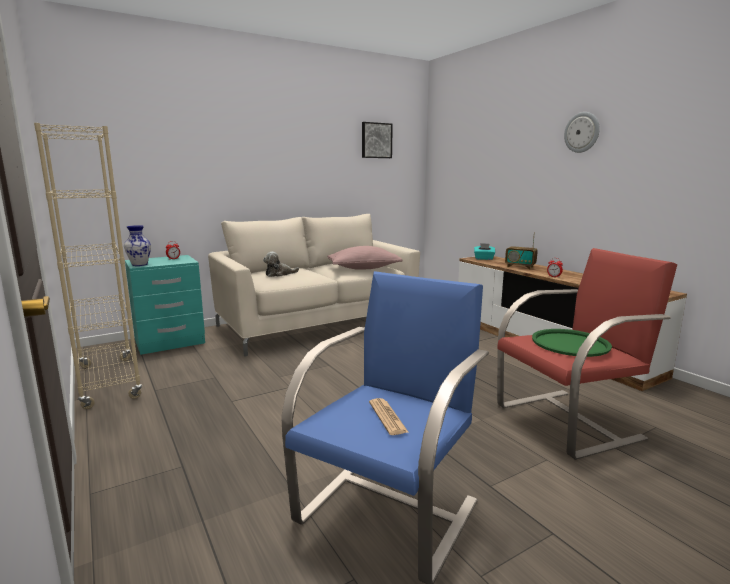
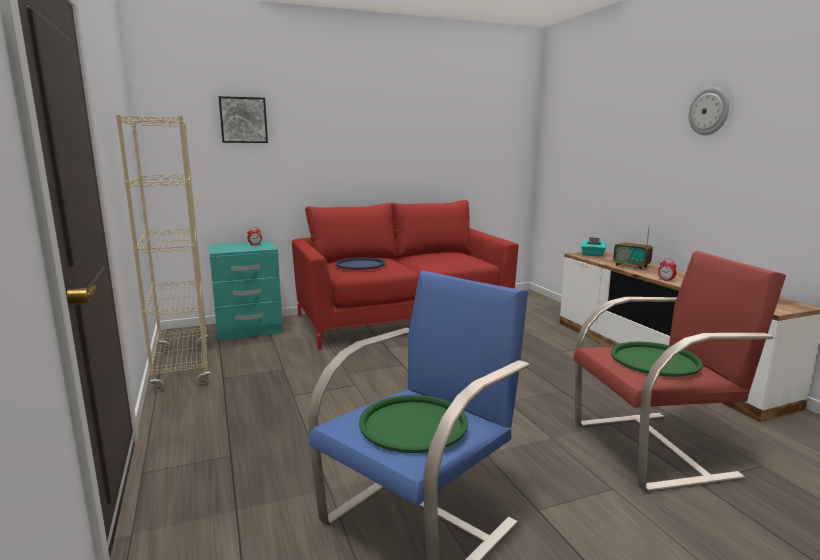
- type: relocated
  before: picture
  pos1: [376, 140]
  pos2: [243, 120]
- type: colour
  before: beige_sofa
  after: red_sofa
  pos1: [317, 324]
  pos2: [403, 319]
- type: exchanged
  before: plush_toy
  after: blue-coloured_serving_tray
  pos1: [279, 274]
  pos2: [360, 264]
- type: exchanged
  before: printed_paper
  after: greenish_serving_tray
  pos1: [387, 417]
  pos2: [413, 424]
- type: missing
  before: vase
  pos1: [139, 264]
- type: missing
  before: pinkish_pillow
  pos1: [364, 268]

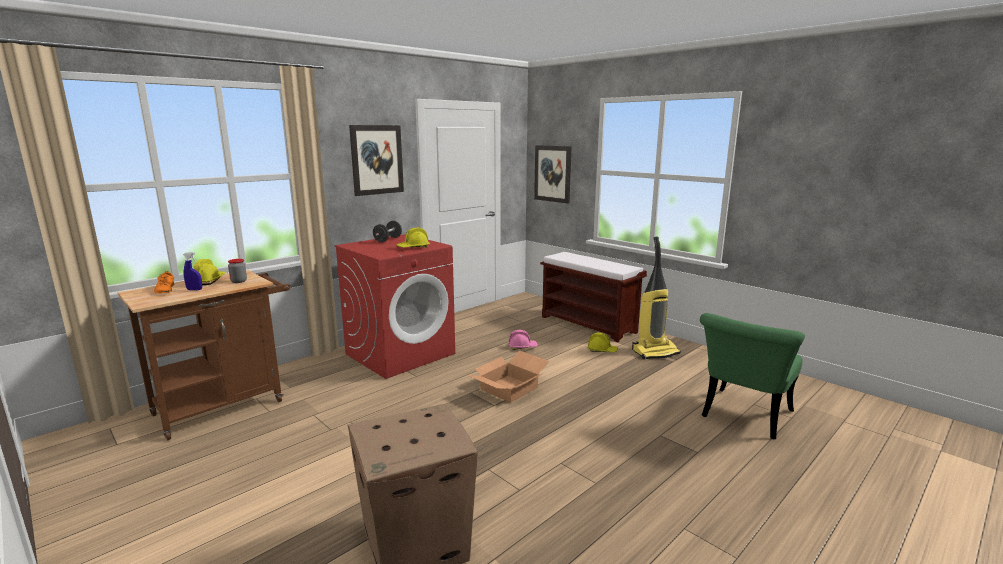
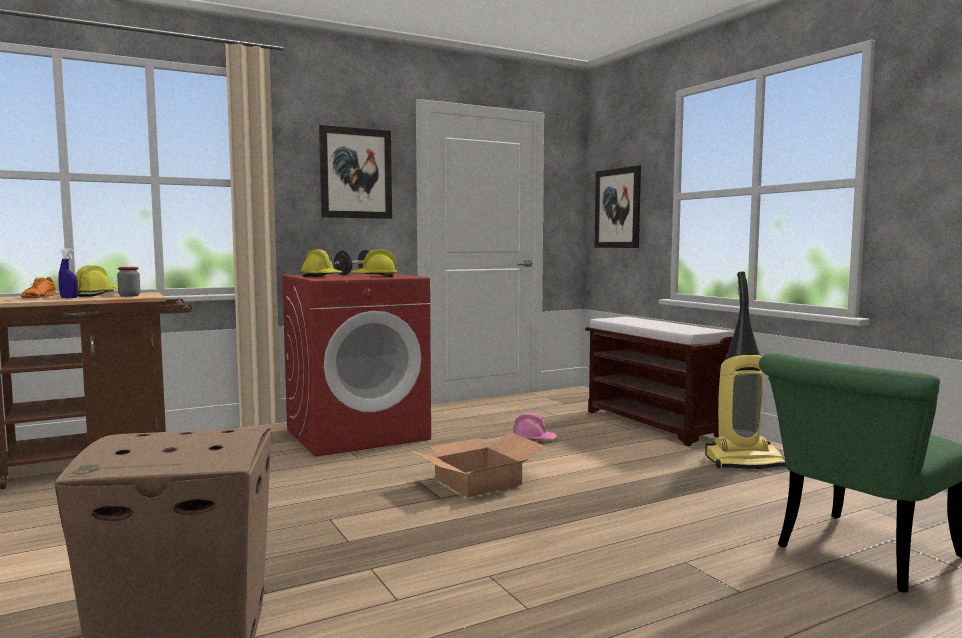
- type: relocated
  before: yellow_safety_helmet
  pos1: [602, 350]
  pos2: [321, 277]

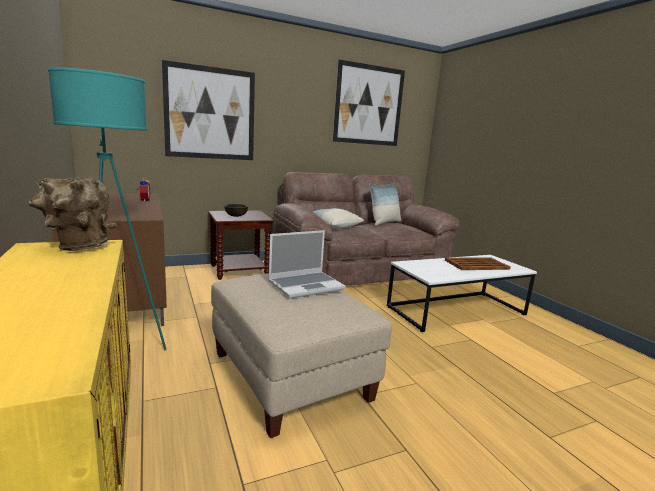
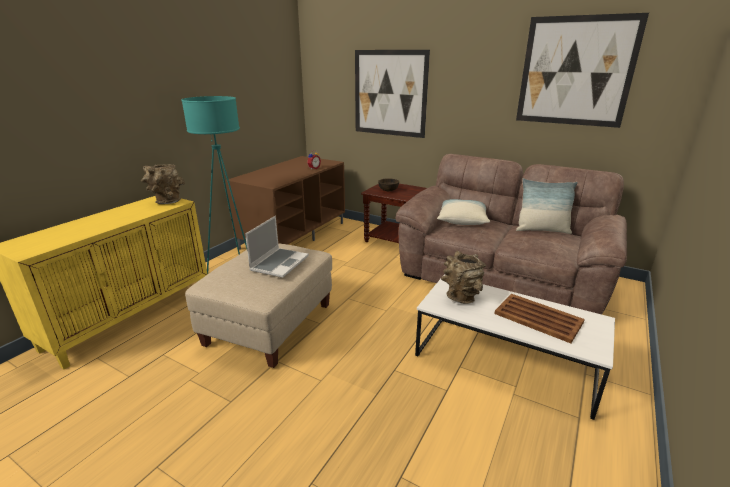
- type: spun
  before: laptop
  pos1: [306, 285]
  pos2: [279, 263]
  turn: -90
- type: appeared
  after: brown_vase
  pos2: [461, 297]

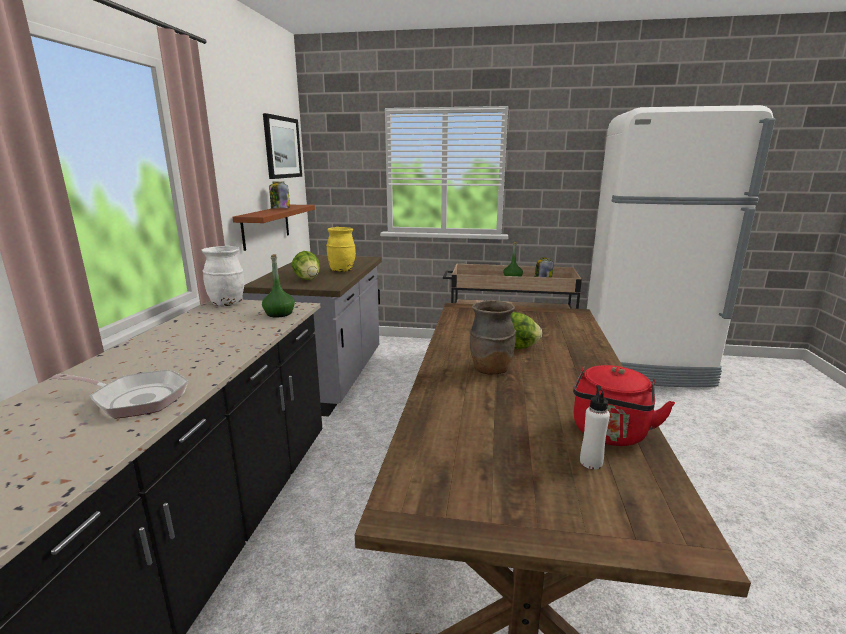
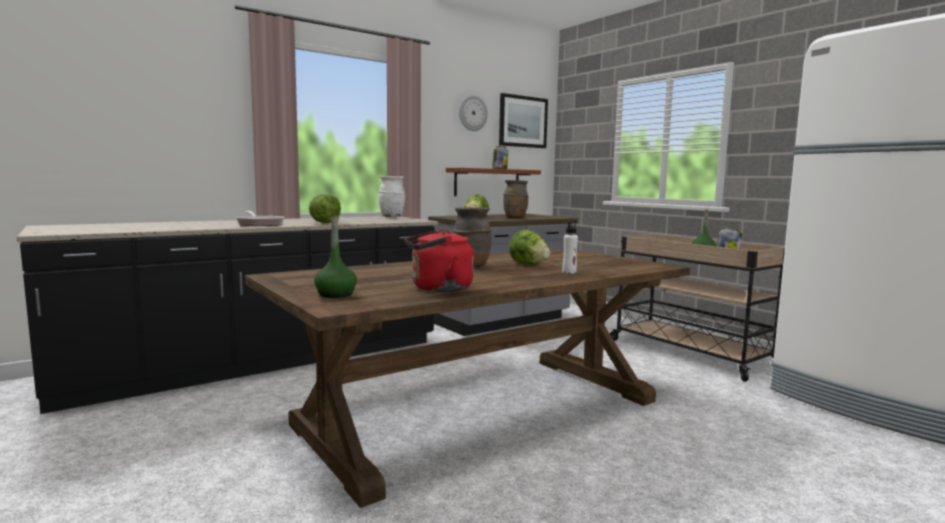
- type: appeared
  after: lettuce
  pos2: [325, 223]
- type: relocated
  before: greenish_beverage_bottle
  pos1: [279, 314]
  pos2: [335, 294]
- type: appeared
  after: clock_on_the_wall
  pos2: [472, 113]
- type: colour
  before: yellow_vase
  after: brown_vase
  pos1: [342, 270]
  pos2: [515, 218]
- type: relocated
  before: white_beverage_bottle
  pos1: [591, 462]
  pos2: [569, 272]

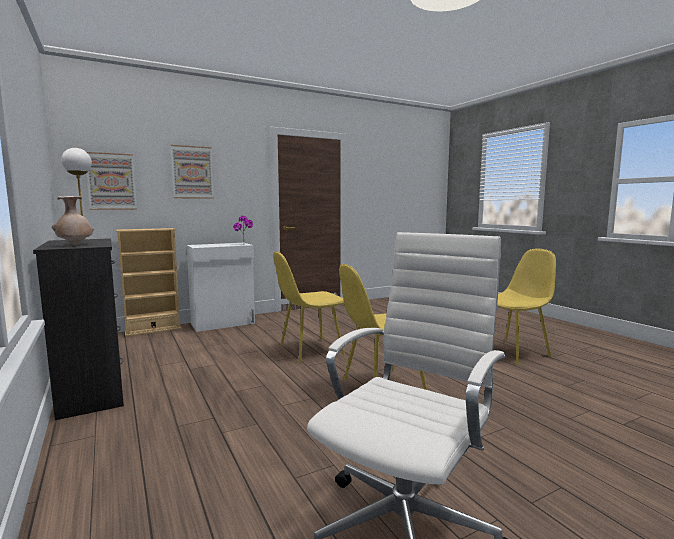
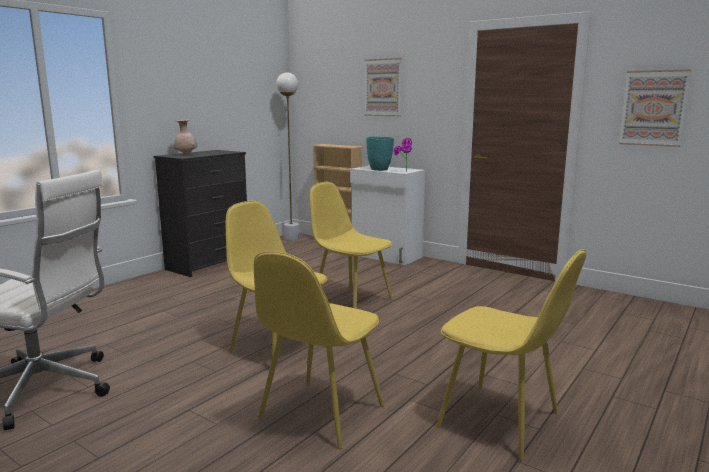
- type: appeared
  after: yellow_chair
  pos2: [319, 414]
- type: appeared
  after: turquoise-coloured_vase
  pos2: [379, 169]
- type: relocated
  before: picture
  pos1: [111, 181]
  pos2: [653, 108]

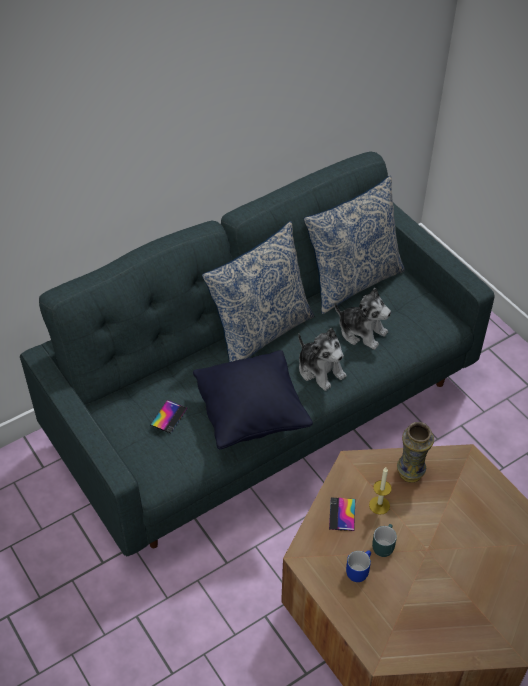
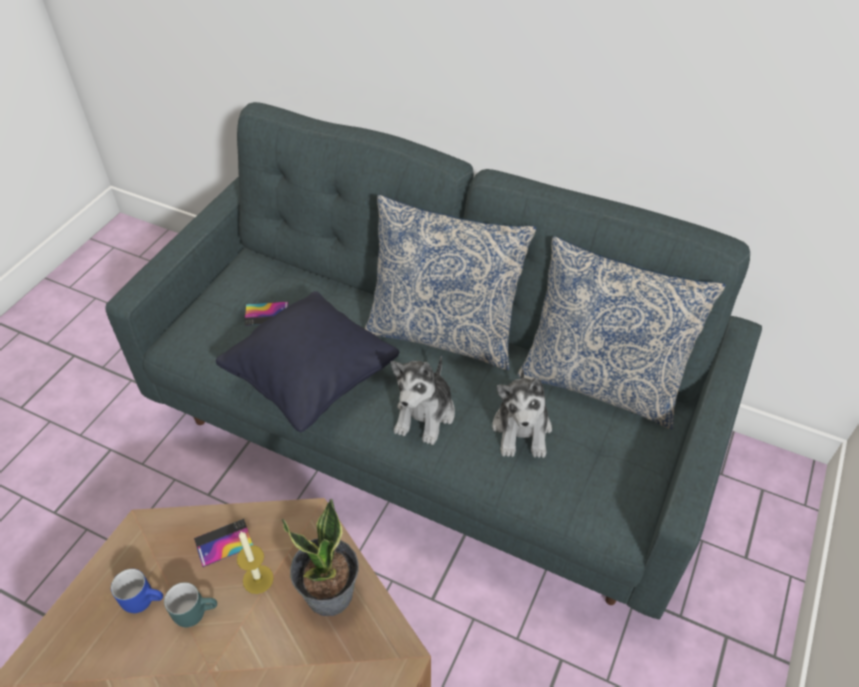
- type: exchanged
  before: vase
  after: houseplant
  pos1: [410, 473]
  pos2: [330, 594]

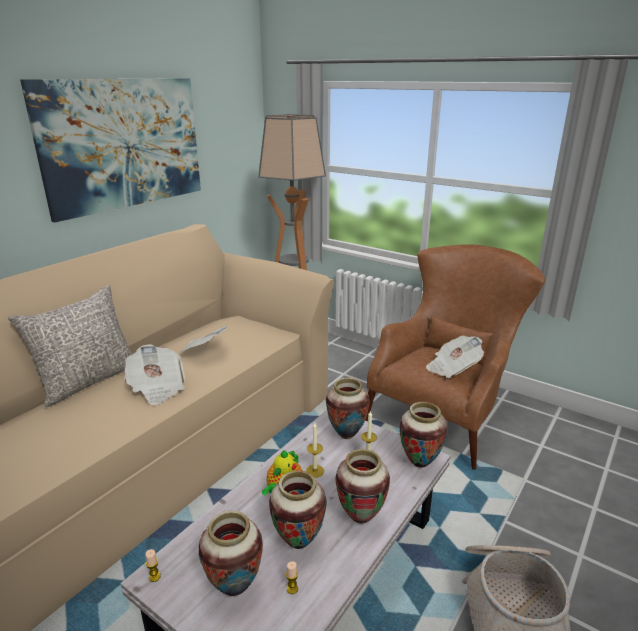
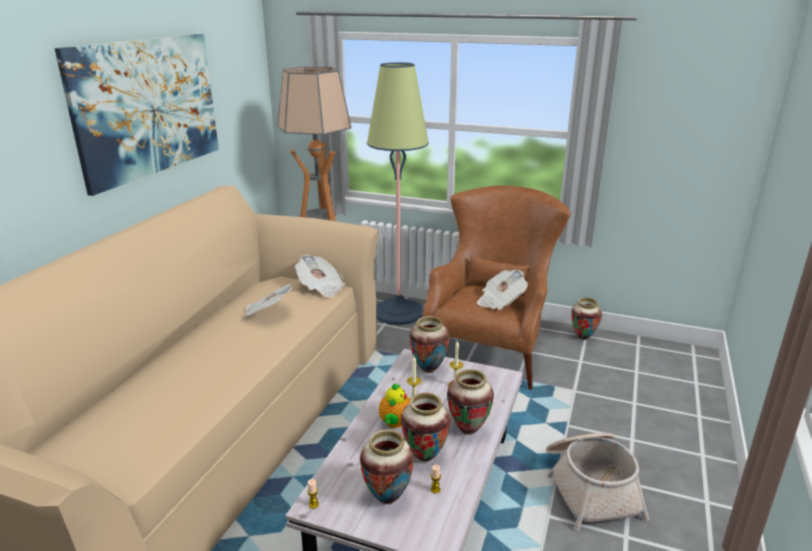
- type: relocated
  before: printed_paper
  pos1: [157, 388]
  pos2: [321, 288]
- type: appeared
  after: standing_lamp
  pos2: [398, 312]
- type: relocated
  before: vase
  pos1: [419, 463]
  pos2: [583, 337]
- type: missing
  before: grey_pillow
  pos1: [88, 380]

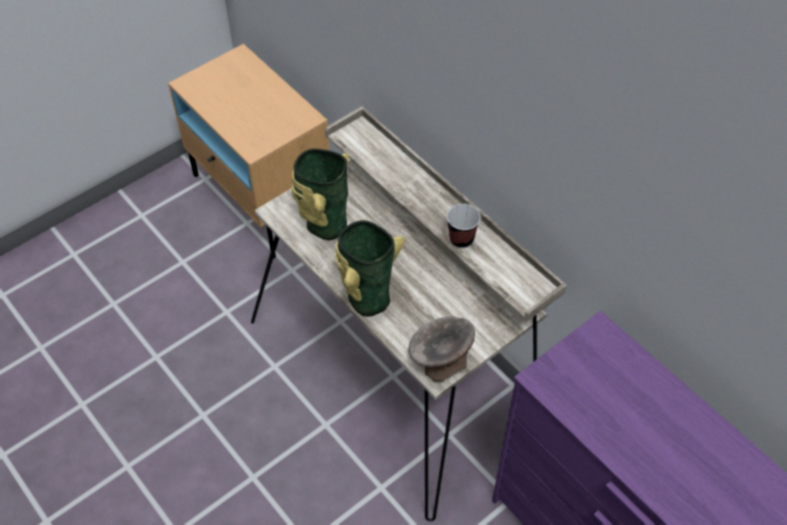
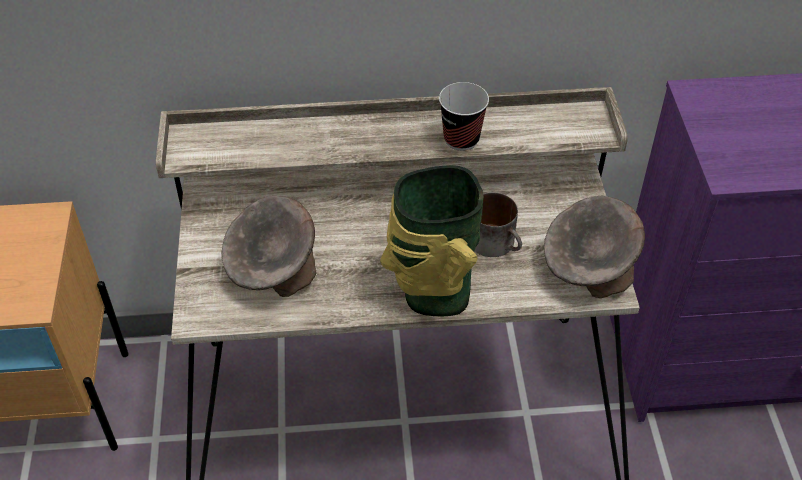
- type: exchanged
  before: vase
  after: grey_deep_dish
  pos1: [324, 224]
  pos2: [274, 275]
- type: appeared
  after: coffee_mug
  pos2: [497, 243]

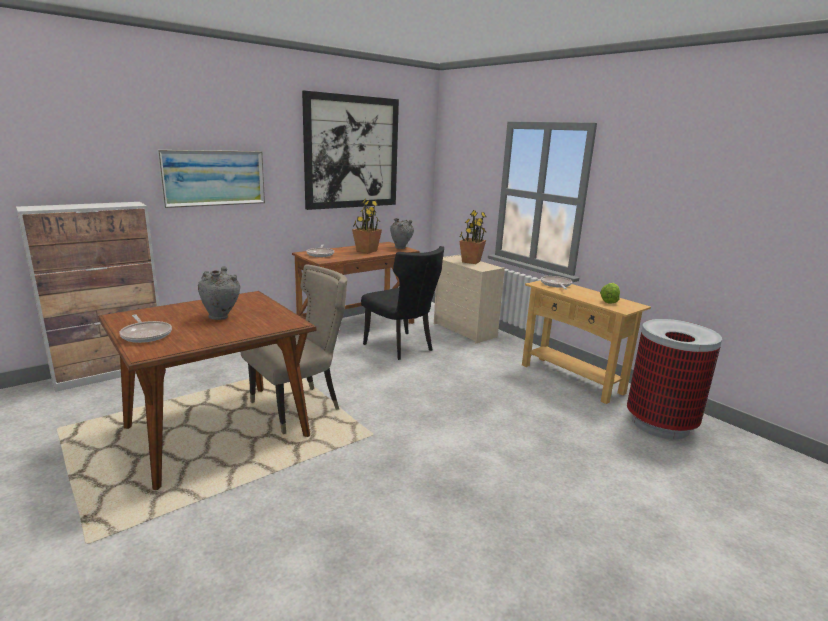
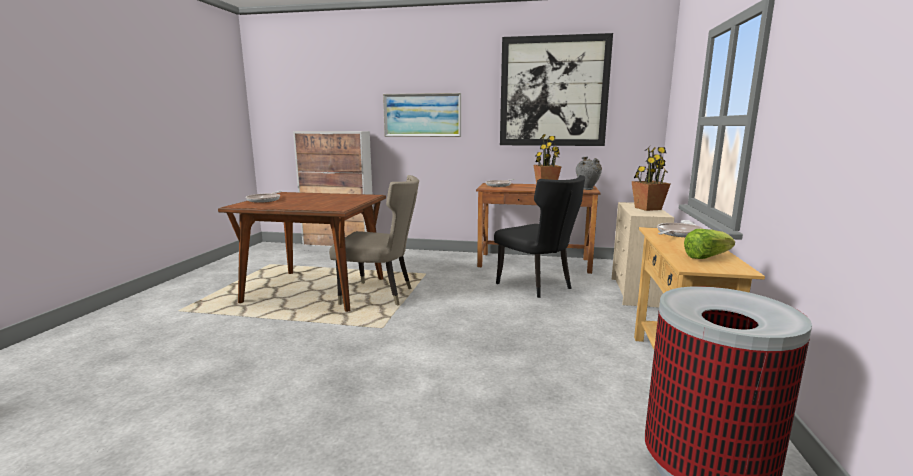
- type: spun
  before: black-coloured_chair
  pos1: [401, 347]
  pos2: [537, 286]
  turn: -45
- type: missing
  before: grey_vase
  pos1: [221, 317]

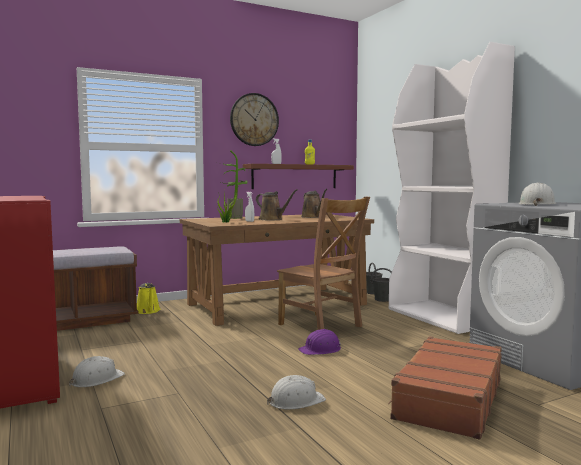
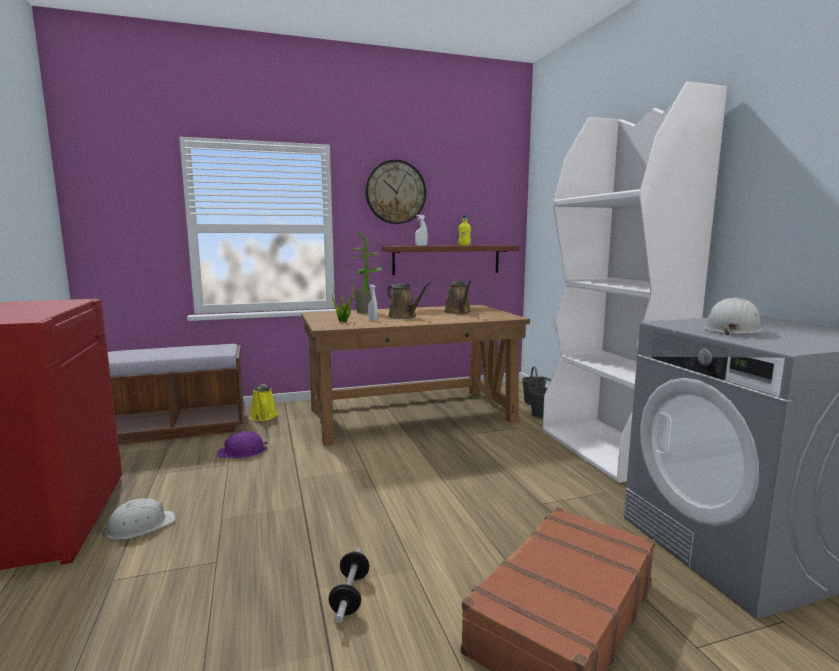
- type: relocated
  before: purplish_safety_helmet
  pos1: [320, 349]
  pos2: [242, 452]
- type: exchanged
  before: white_safety_helmet
  after: dumbbell
  pos1: [295, 401]
  pos2: [350, 595]
- type: missing
  before: brown_chair
  pos1: [322, 326]

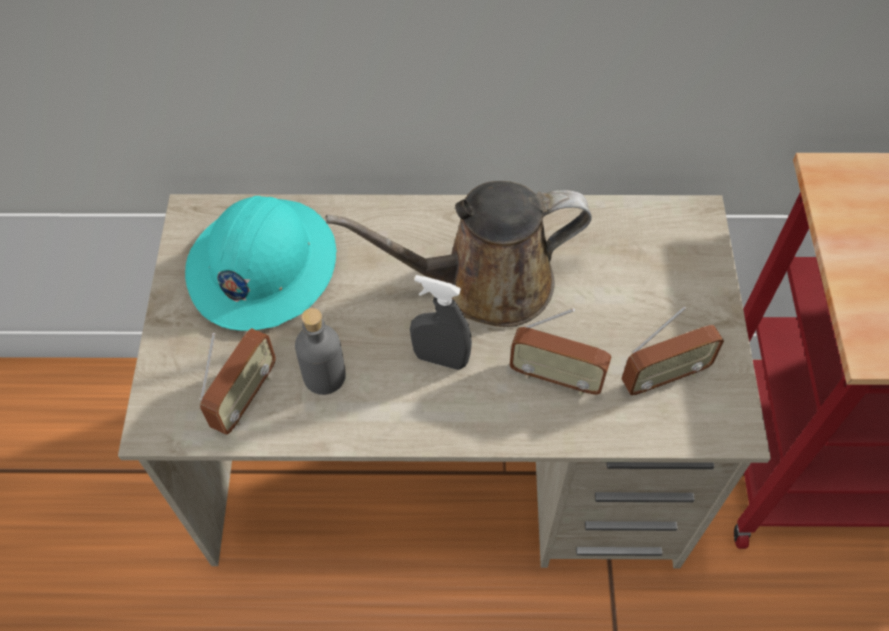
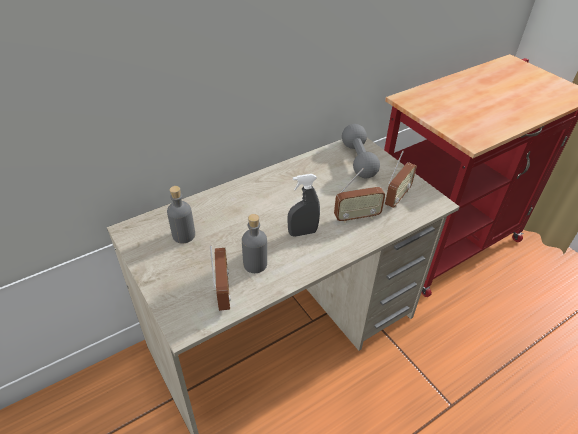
- type: exchanged
  before: turquoise-coloured_safety_helmet
  after: grey_beverage_bottle
  pos1: [261, 266]
  pos2: [183, 235]
- type: appeared
  after: grey_dumbbell
  pos2: [358, 160]
- type: missing
  before: brown_watering_pot
  pos1: [484, 284]

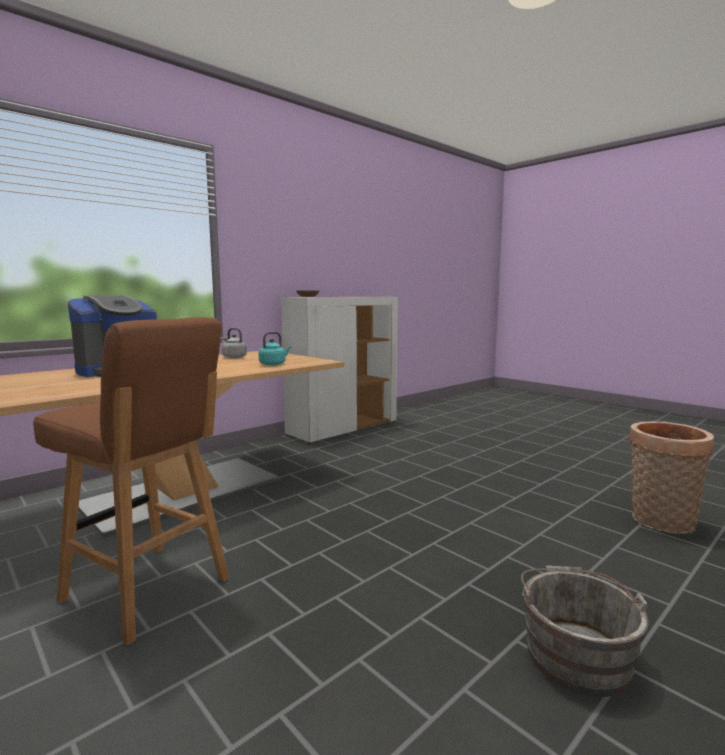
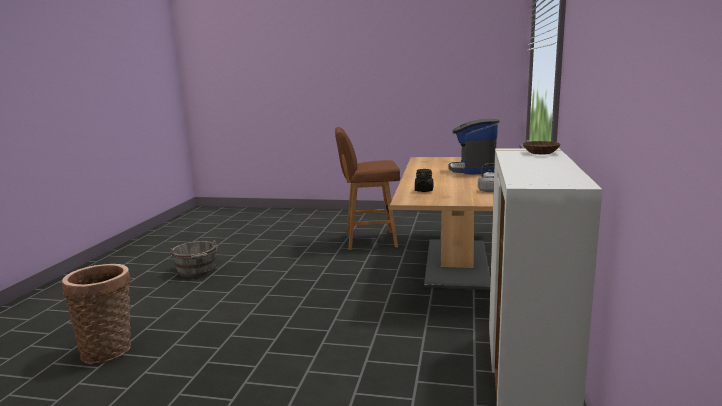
- type: exchanged
  before: turquoise-coloured_water_kettle
  after: black-coloured_storage_jar
  pos1: [273, 364]
  pos2: [424, 190]

